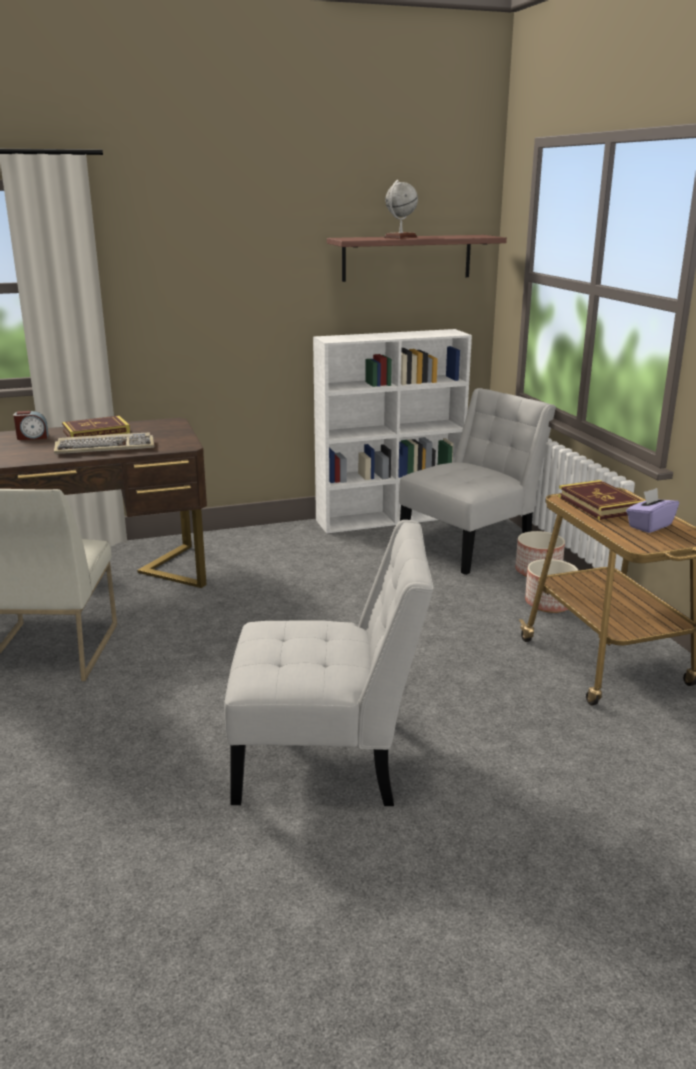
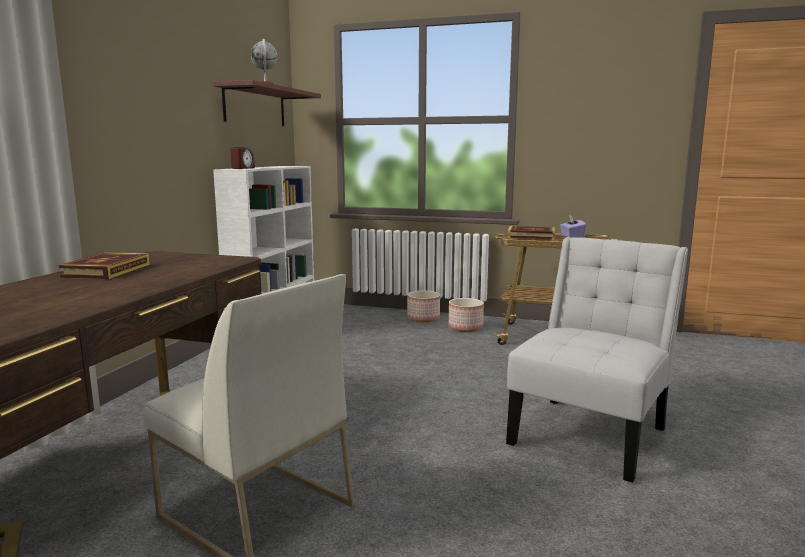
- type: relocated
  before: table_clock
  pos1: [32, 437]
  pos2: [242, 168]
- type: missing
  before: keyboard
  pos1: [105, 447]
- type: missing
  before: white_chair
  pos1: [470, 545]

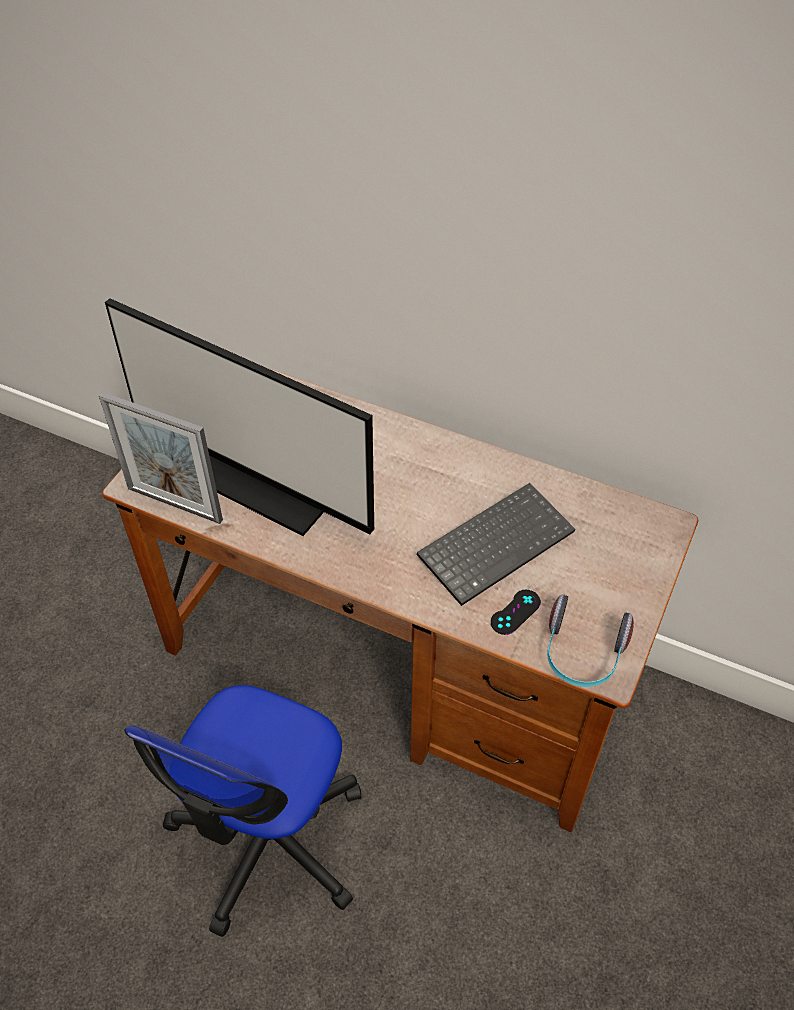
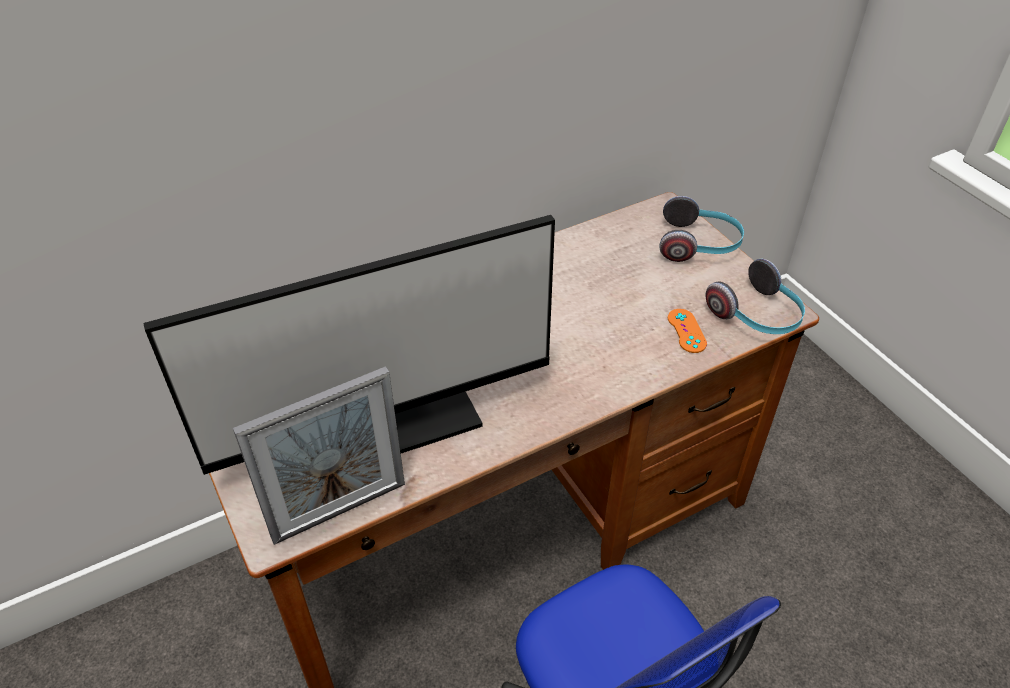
- type: appeared
  after: headset
  pos2: [699, 245]
- type: colour
  before: black-coloured_joypad
  after: orange-coloured_joypad
  pos1: [515, 612]
  pos2: [686, 331]
- type: missing
  before: keyboard
  pos1: [496, 542]

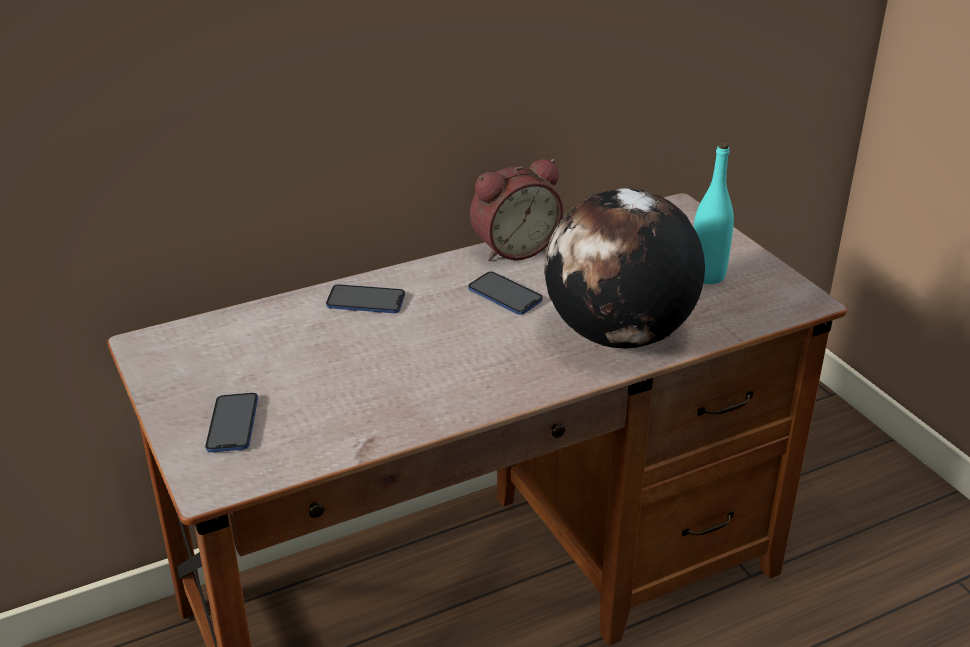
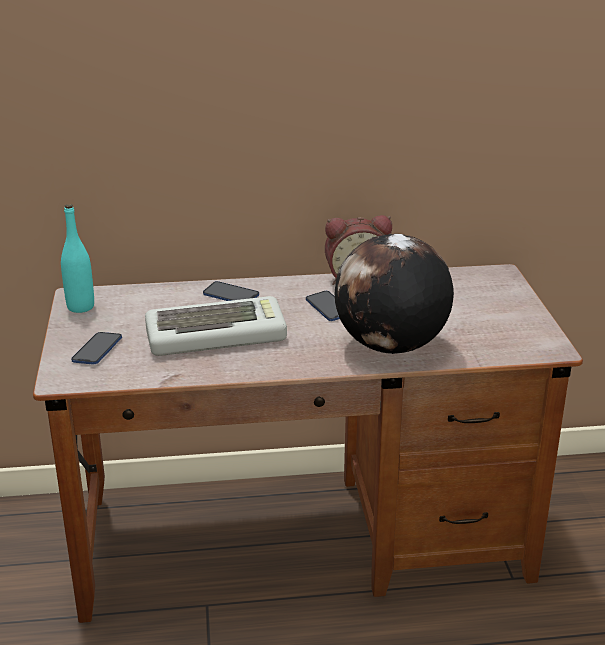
- type: relocated
  before: turquoise-coloured_beverage_bottle
  pos1: [707, 276]
  pos2: [80, 307]
- type: appeared
  after: keyboard
  pos2: [217, 335]

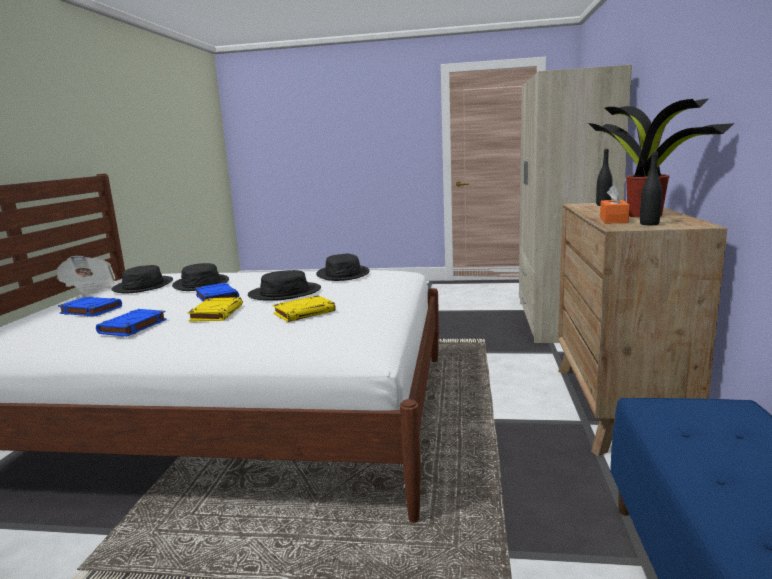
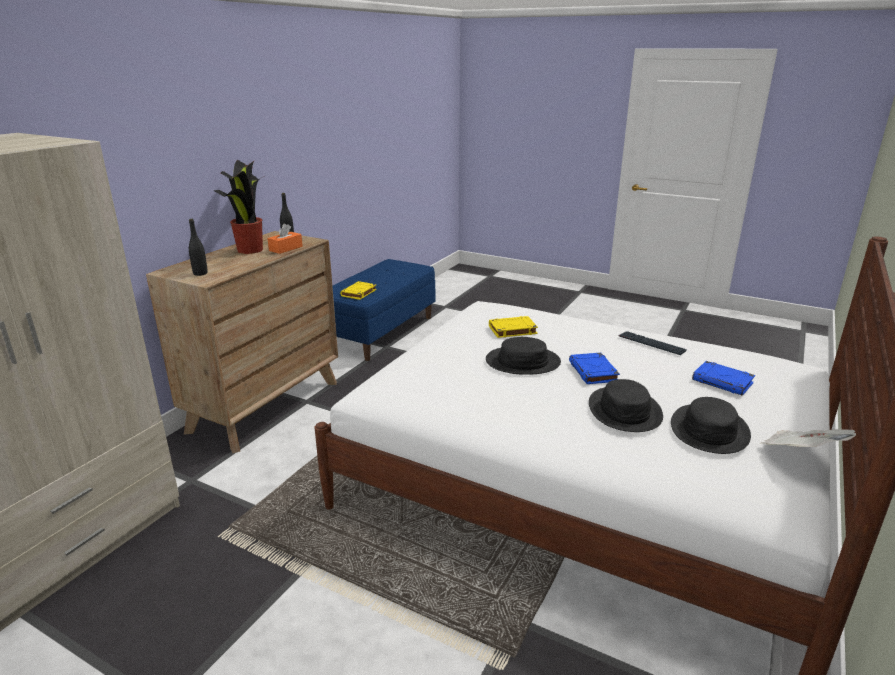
- type: relocated
  before: yellow_volume
  pos1: [216, 313]
  pos2: [358, 293]
- type: exchanged
  before: blue-coloured_volume
  after: keyboard
  pos1: [132, 327]
  pos2: [651, 344]
- type: missing
  before: black-coloured_wearable_hat
  pos1: [343, 274]

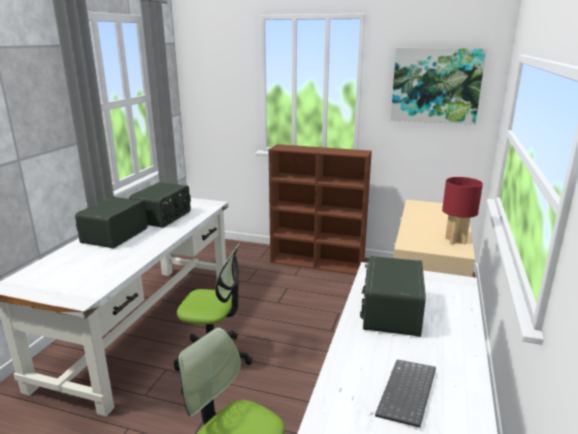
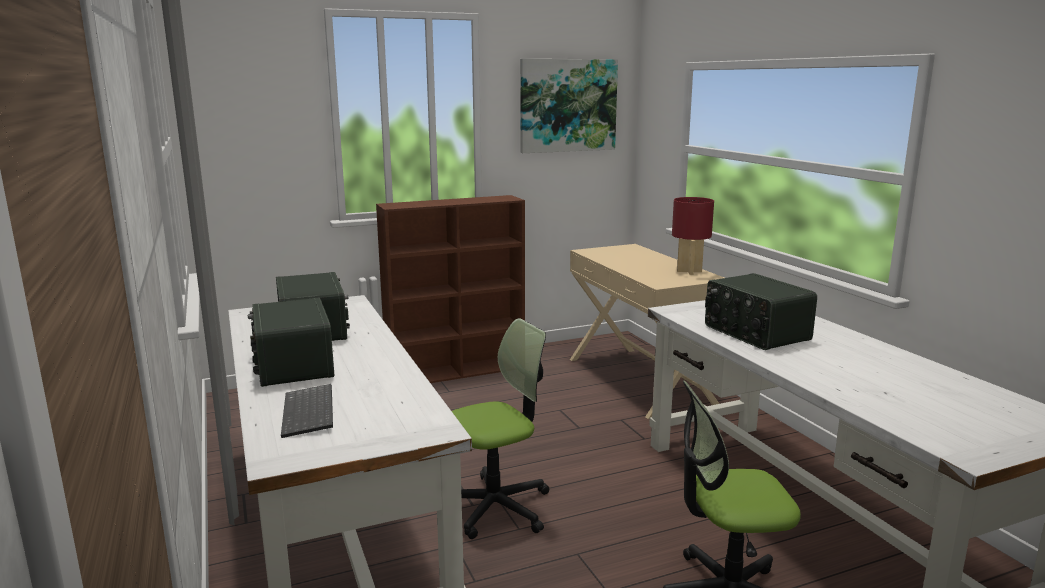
- type: relocated
  before: keyboard
  pos1: [408, 394]
  pos2: [310, 413]

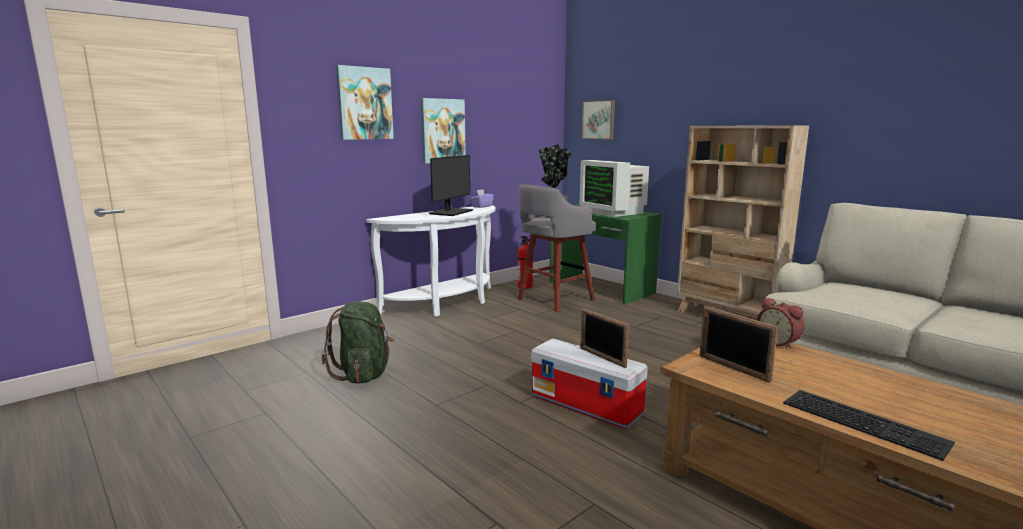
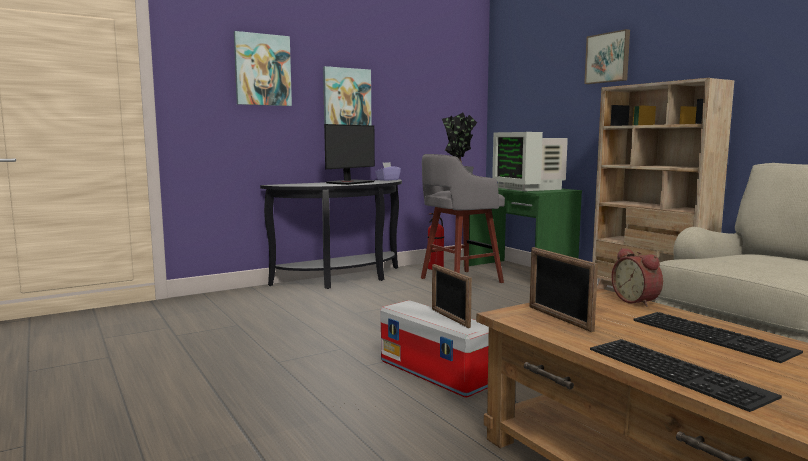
- type: colour
  before: white_console_table
  after: black-coloured_console_table
  pos1: [447, 304]
  pos2: [344, 280]
- type: relocated
  before: picture
  pos1: [599, 120]
  pos2: [608, 58]
- type: appeared
  after: keyboard
  pos2: [714, 335]
- type: missing
  before: greenish_knapsack
  pos1: [363, 374]

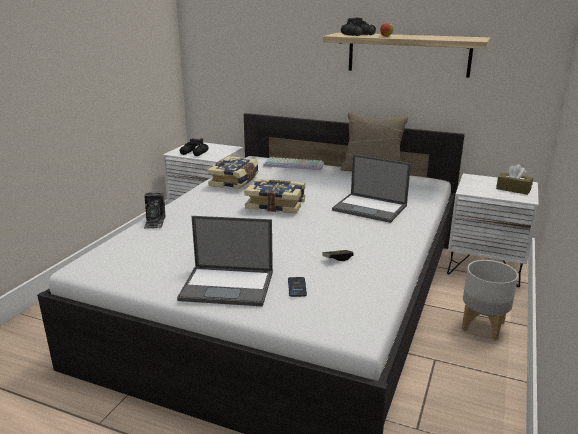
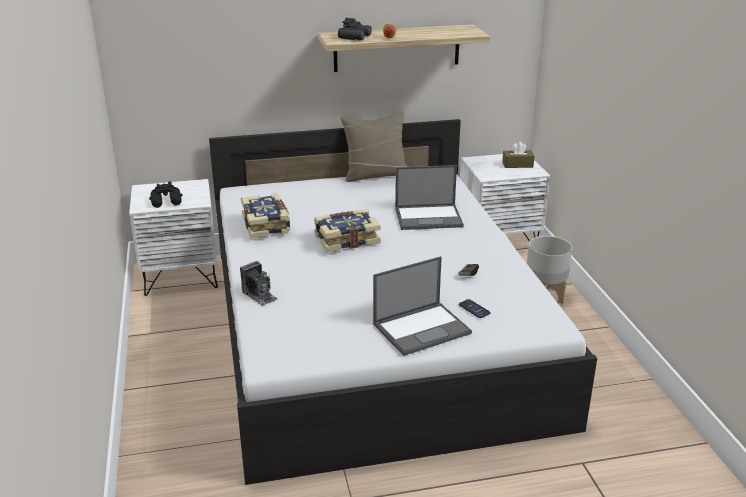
- type: missing
  before: keyboard
  pos1: [294, 164]

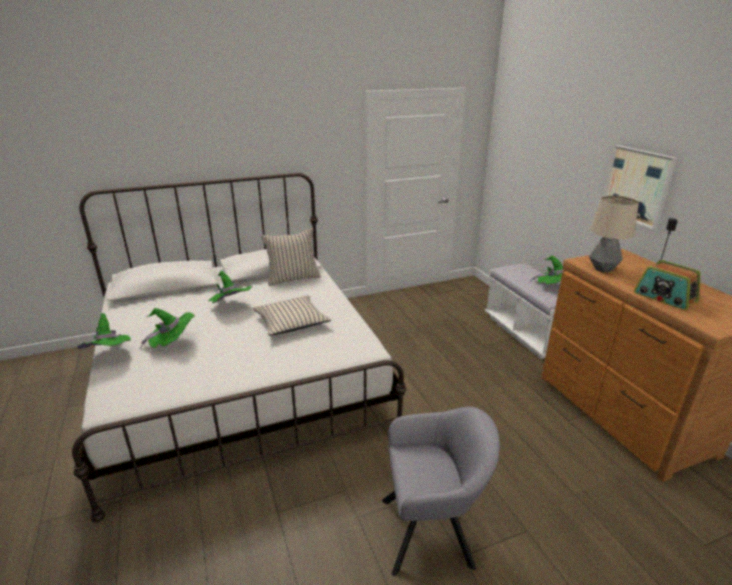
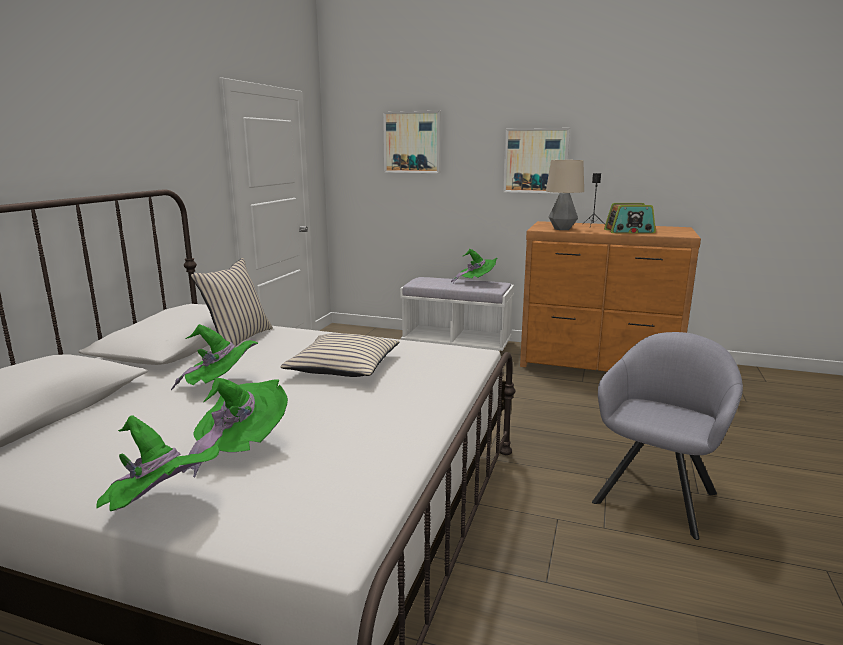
- type: appeared
  after: picture
  pos2: [412, 142]

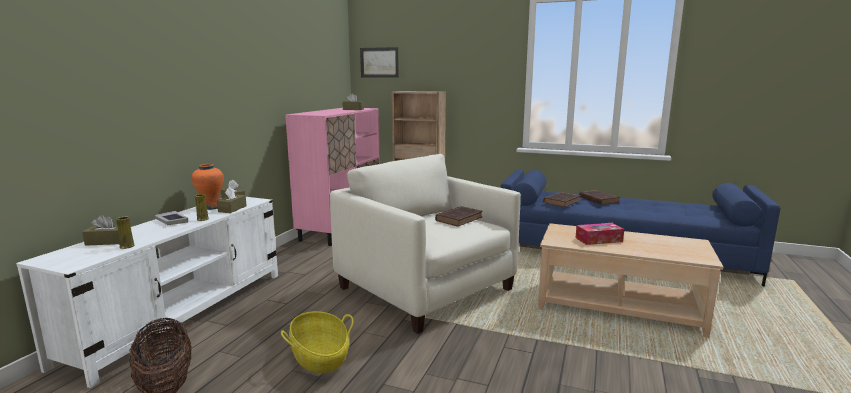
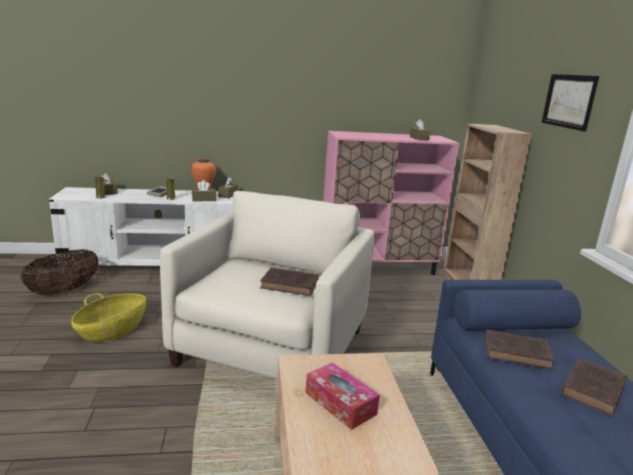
- type: relocated
  before: picture
  pos1: [379, 62]
  pos2: [569, 101]

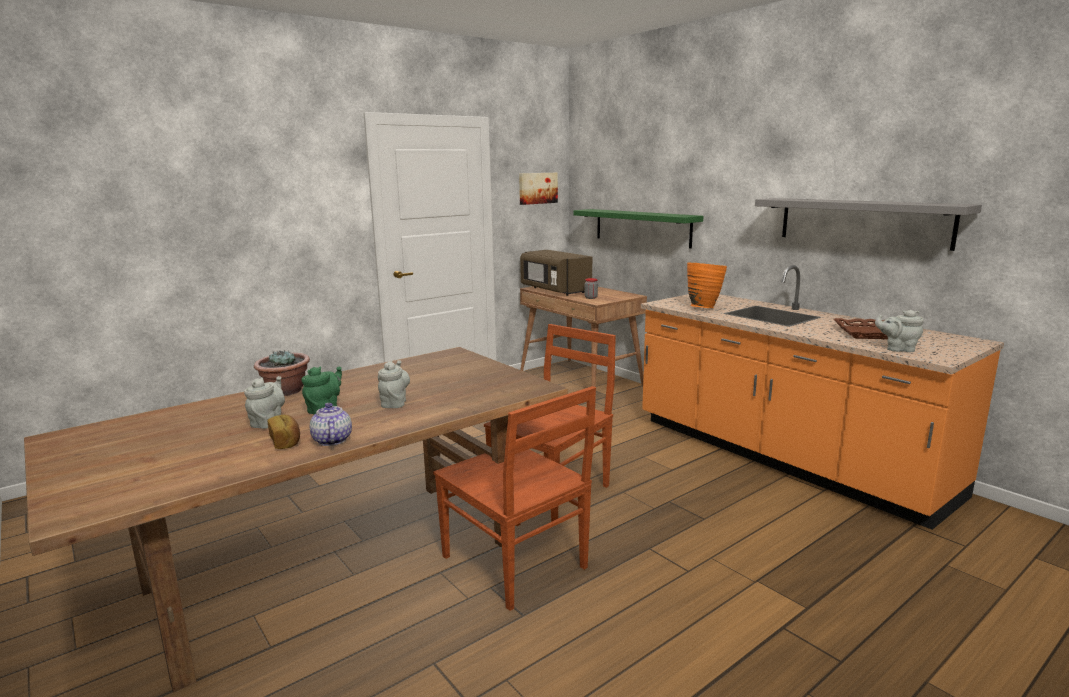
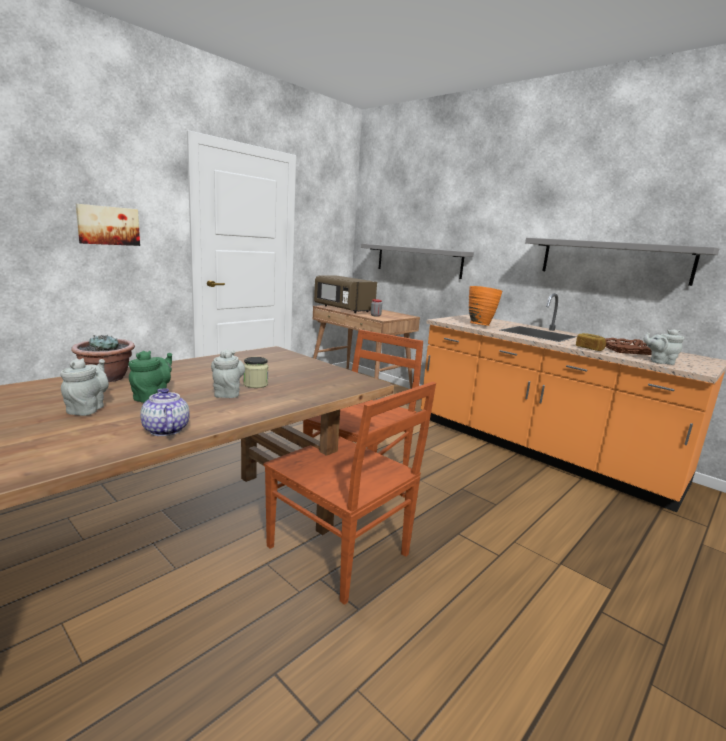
- type: relocated
  before: picture
  pos1: [537, 188]
  pos2: [108, 225]
- type: appeared
  after: storage_jar
  pos2: [255, 384]
- type: colour
  before: greenish_bracket_shelf
  after: grey_bracket_shelf
  pos1: [641, 227]
  pos2: [418, 260]
- type: relocated
  before: bakery_bread
  pos1: [286, 441]
  pos2: [589, 348]

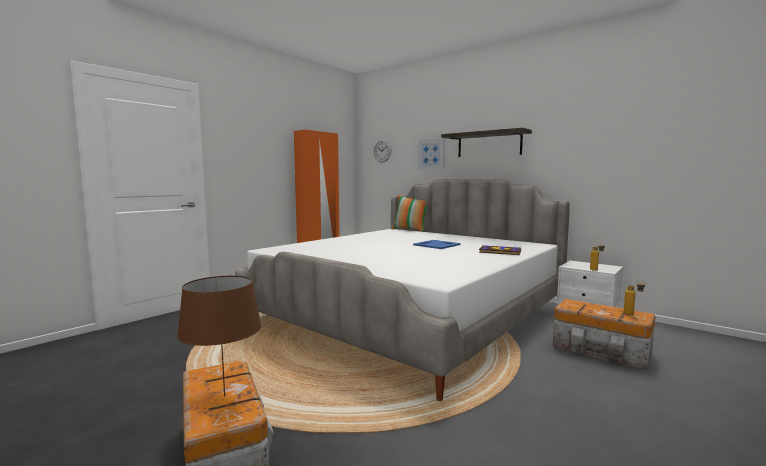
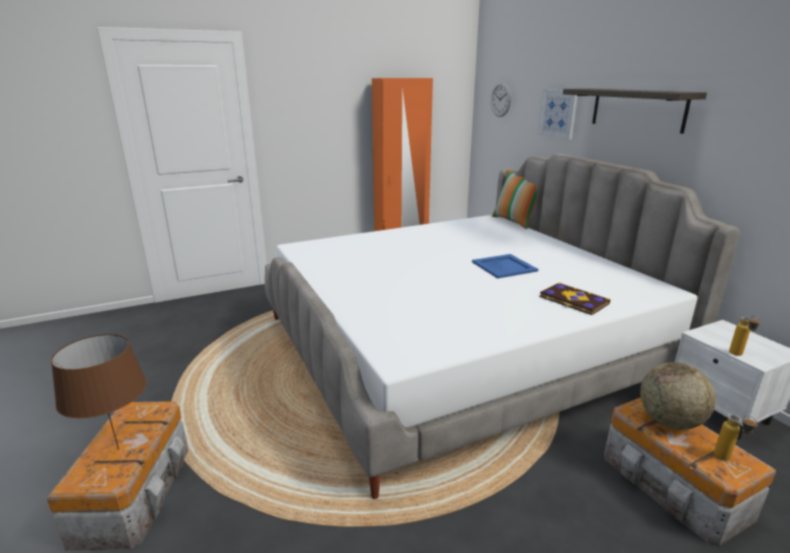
- type: appeared
  after: globe
  pos2: [669, 421]

